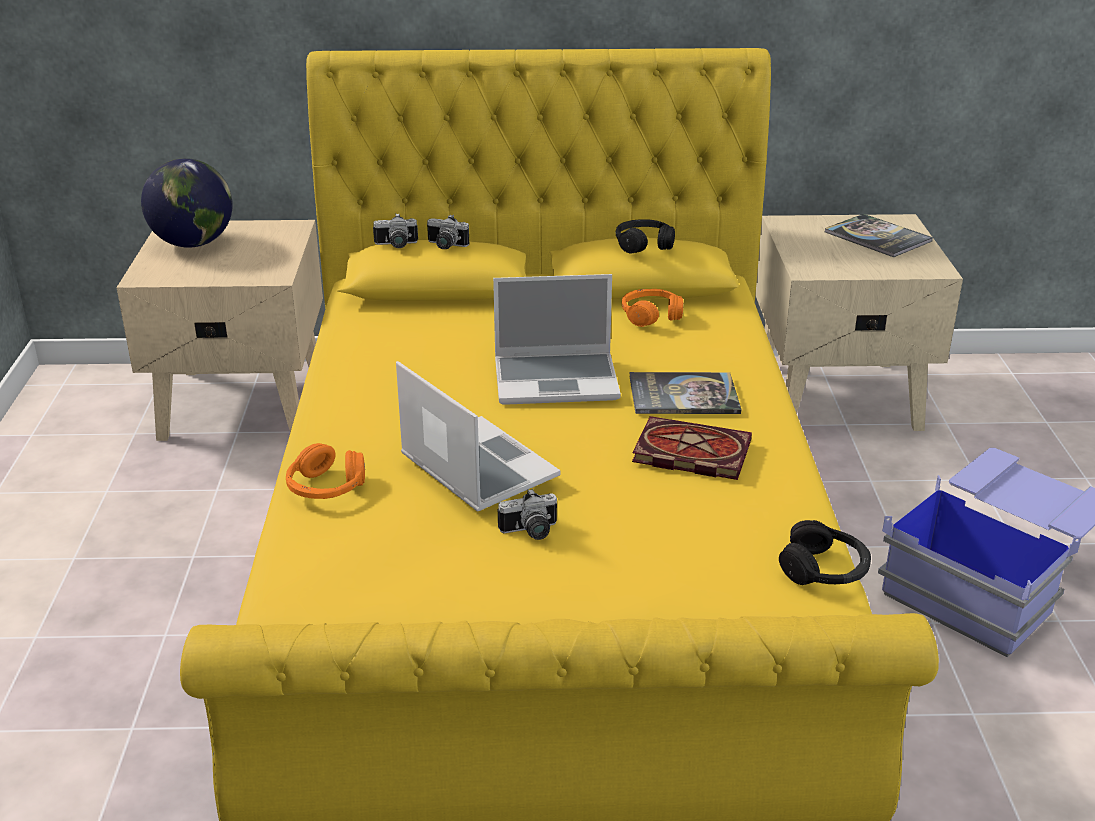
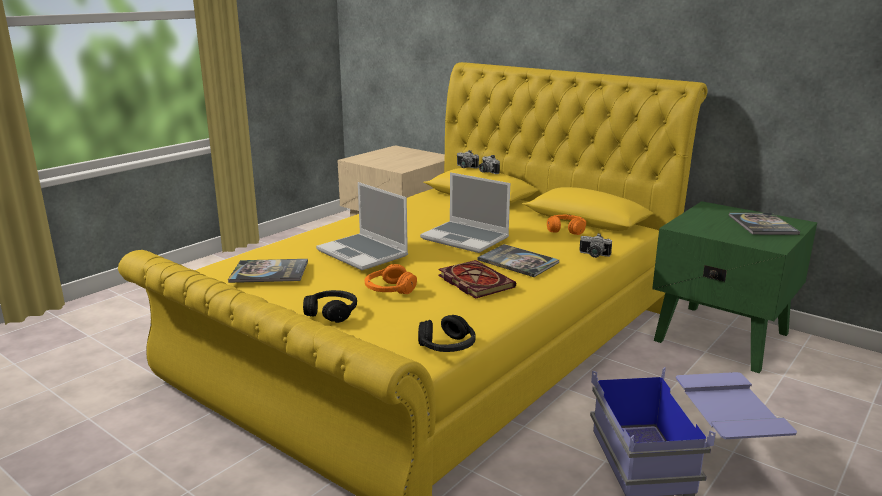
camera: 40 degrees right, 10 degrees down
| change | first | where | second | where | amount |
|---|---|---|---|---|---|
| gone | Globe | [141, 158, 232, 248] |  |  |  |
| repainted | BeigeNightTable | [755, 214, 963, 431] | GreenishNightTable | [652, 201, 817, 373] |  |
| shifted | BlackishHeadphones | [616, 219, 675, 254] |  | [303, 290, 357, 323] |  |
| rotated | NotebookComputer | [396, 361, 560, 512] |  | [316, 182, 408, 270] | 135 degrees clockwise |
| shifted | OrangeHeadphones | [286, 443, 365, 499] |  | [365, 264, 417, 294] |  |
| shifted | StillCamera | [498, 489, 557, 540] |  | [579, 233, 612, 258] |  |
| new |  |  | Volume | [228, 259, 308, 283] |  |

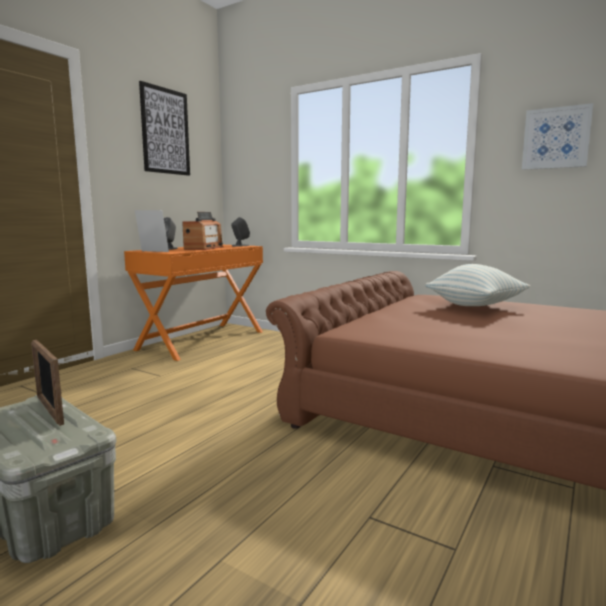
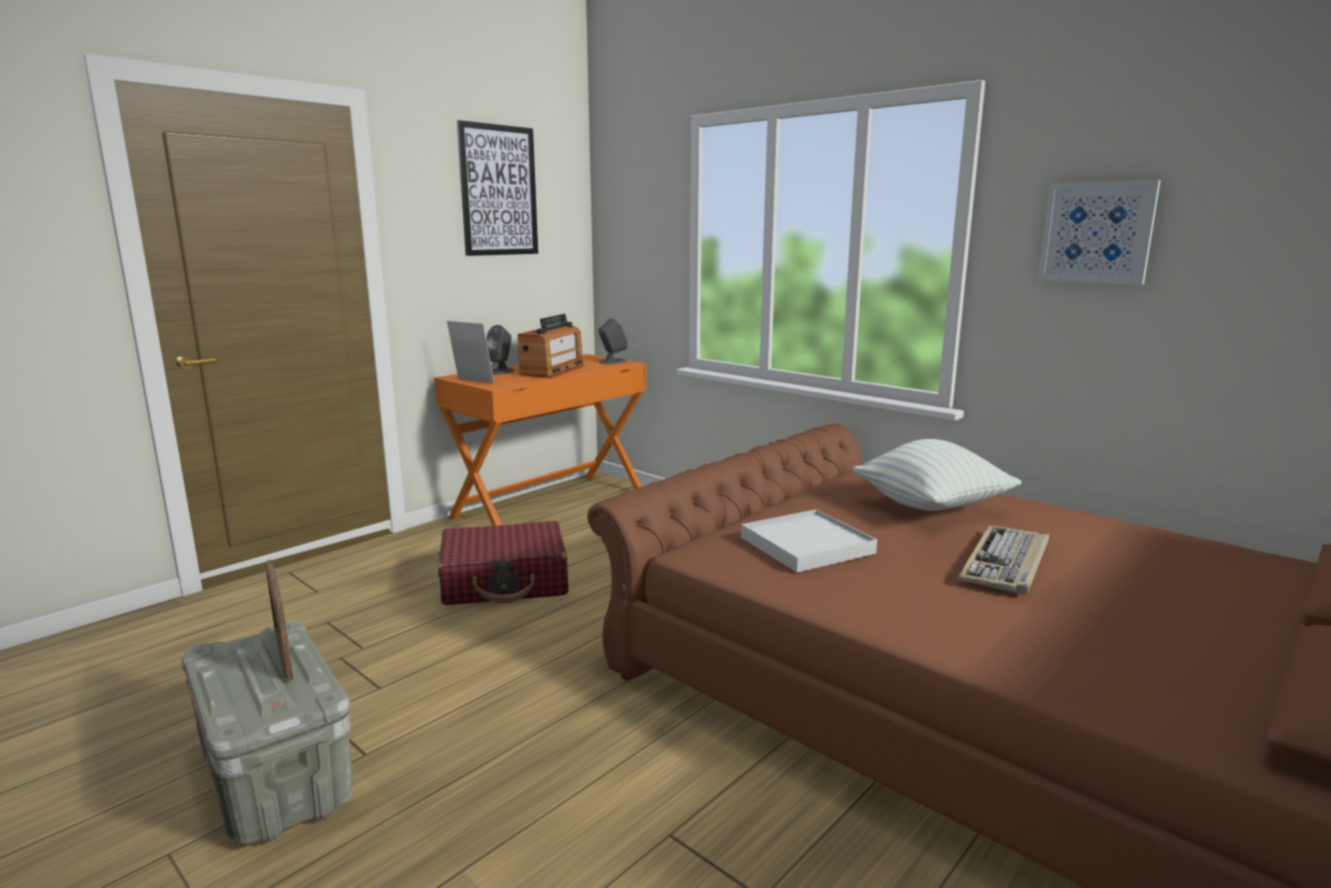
camera: 10 degrees right, 5 degrees up
| change | first | where | second | where | amount |
|---|---|---|---|---|---|
| new |  |  | WhitishCarryingTray | [741, 509, 877, 573] |  |
| new |  |  | ReddishPieceOfLuggage | [438, 521, 568, 605] |  |
| new |  |  | Keyboard | [958, 525, 1049, 595] |  |

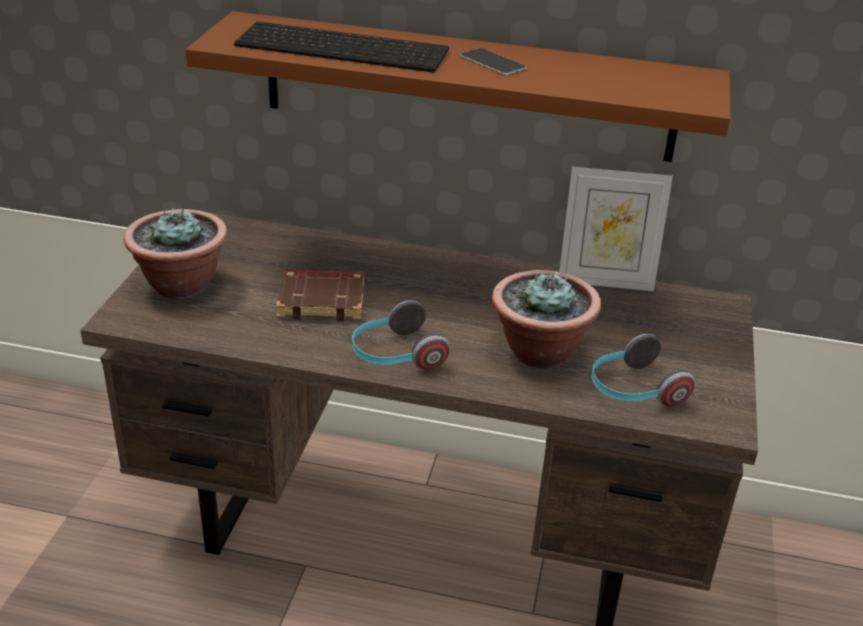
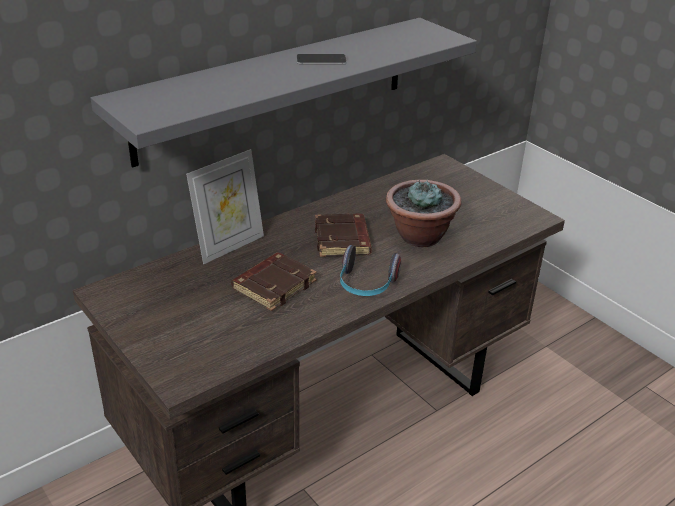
camera: 50 degrees left, 0 degrees up
| change | first | where | second | where | amount |
|---|---|---|---|---|---|
| repainted | BrownShelf | [186, 11, 731, 162] | GreyShelf | [91, 18, 477, 168] |  |
| gone | Keyboard | [234, 22, 449, 72] |  |  |  |
| shifted | PictureFrame | [559, 167, 673, 291] |  | [186, 149, 264, 264] |  |
| gone | Houseplant | [124, 208, 227, 299] |  |  |  |
| gone | Headphones | [592, 334, 695, 407] |  |  |  |
| new |  |  | BrownVolume | [315, 214, 372, 257] |  |

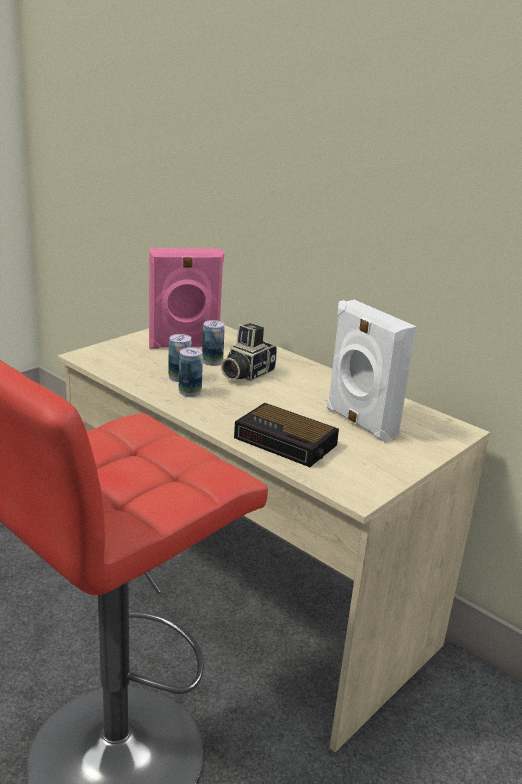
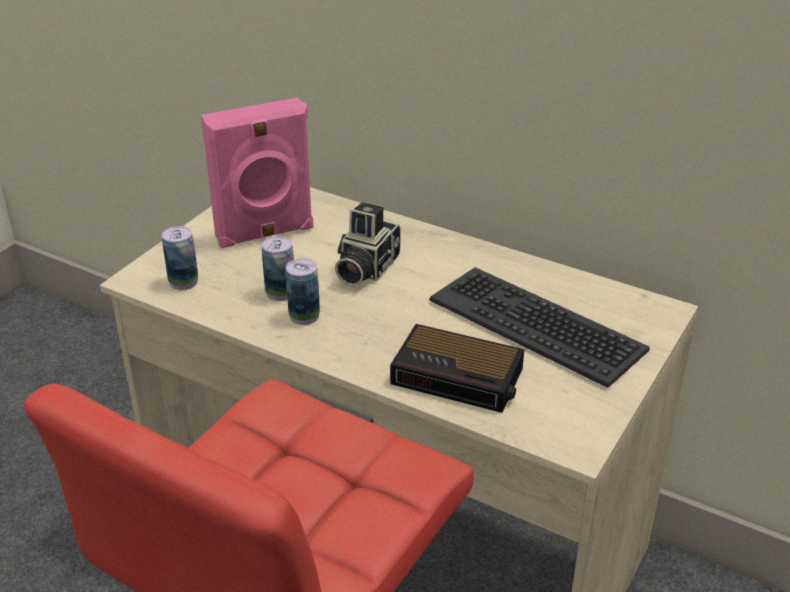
camera: 10 degrees left, 10 degrees up
| change | first | where | second | where | amount |
|---|---|---|---|---|---|
| swapped | WhitishSpeaker | [327, 300, 416, 443] | Keyboard | [429, 267, 650, 388] |  |
| shifted | Can | [202, 320, 225, 366] |  | [162, 226, 198, 290] |  |

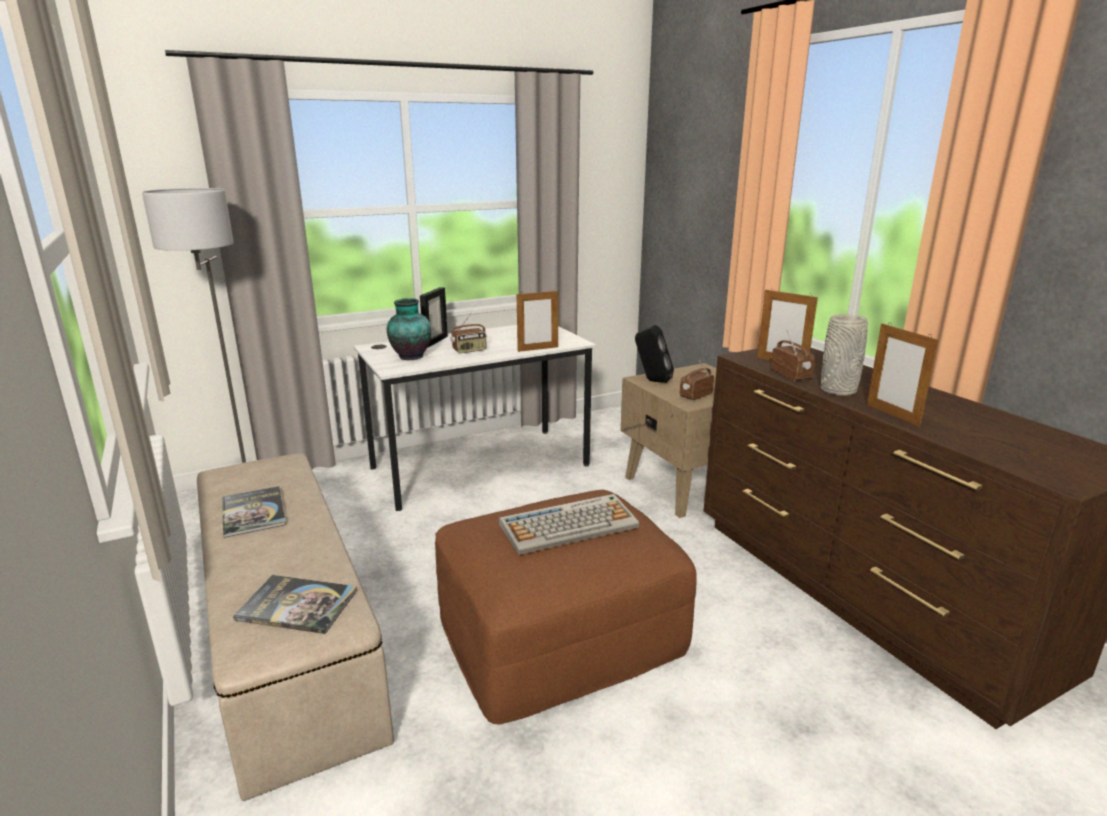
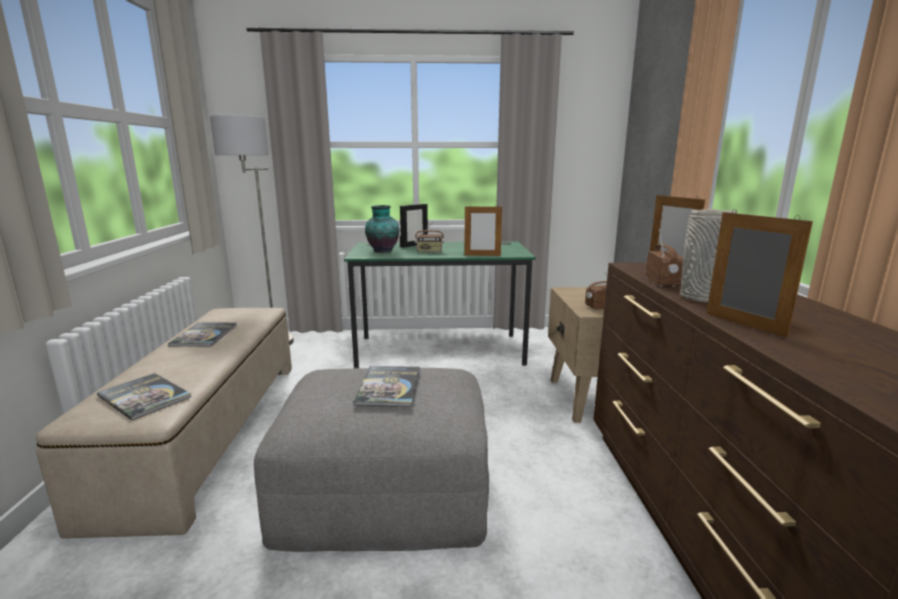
camera: 25 degrees right, 5 degrees down
| change | first | where | second | where | amount |
|---|---|---|---|---|---|
| rotated | PictureFrame | [867, 323, 939, 427] |  | [706, 210, 813, 338] | 150 degrees clockwise |
| repainted | WhitishDeskTable | [354, 325, 596, 511] | GreenishDeskTable | [344, 241, 536, 368] |  |
| gone | BlackishSpeaker | [635, 325, 674, 383] |  |  |  |
| repainted | BrownFootrest | [435, 490, 697, 725] | GreyFootrest | [254, 368, 489, 552] |  |
| swapped | Keyboard | [499, 494, 639, 555] | Volume | [353, 366, 420, 407] |  |

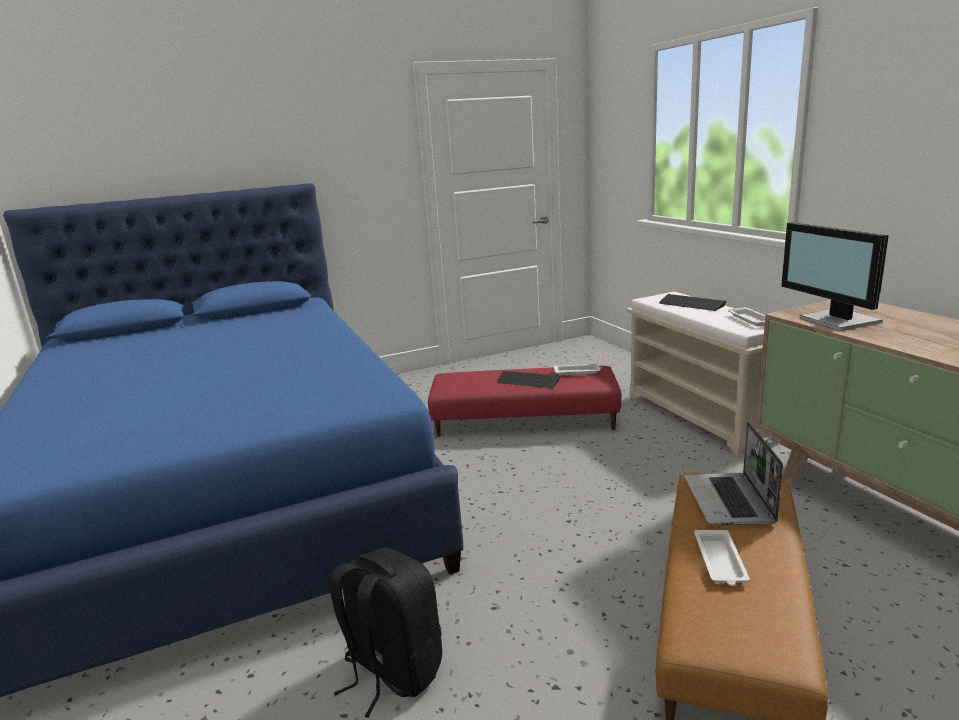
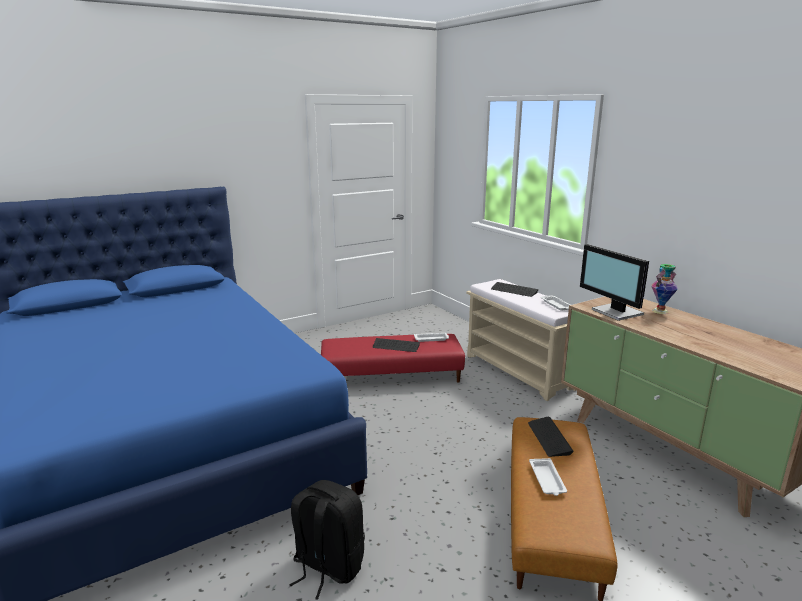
camera: 10 degrees left, 0 degrees up
| change | first | where | second | where | amount |
|---|---|---|---|---|---|
| swapped | NotebookComputer | [684, 422, 783, 525] | Keyboard | [528, 417, 574, 457] |  |
| new |  |  | FlowerVase | [652, 264, 678, 314] |  |

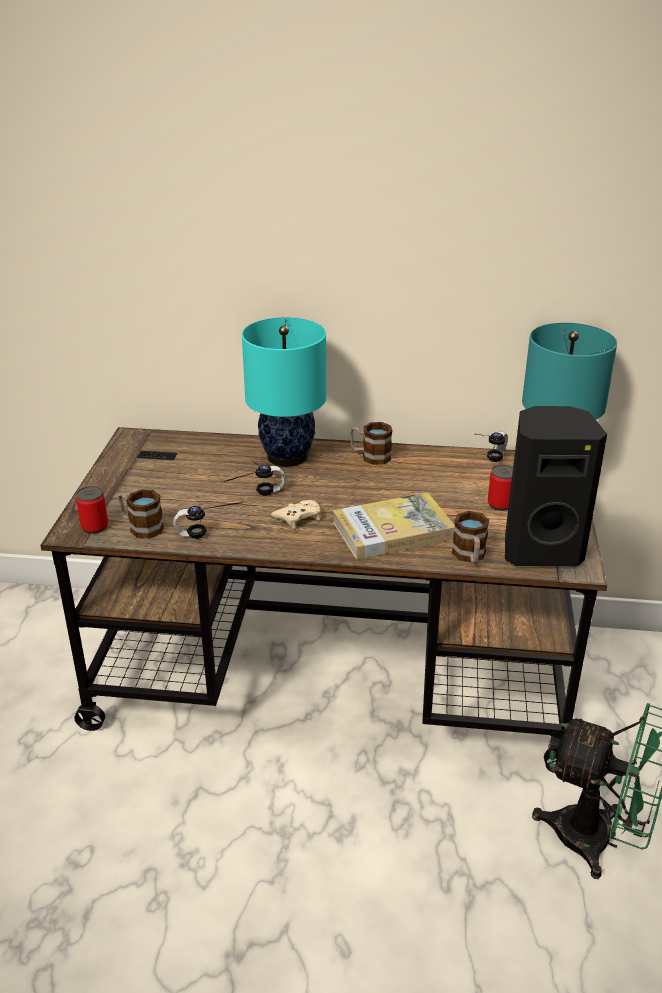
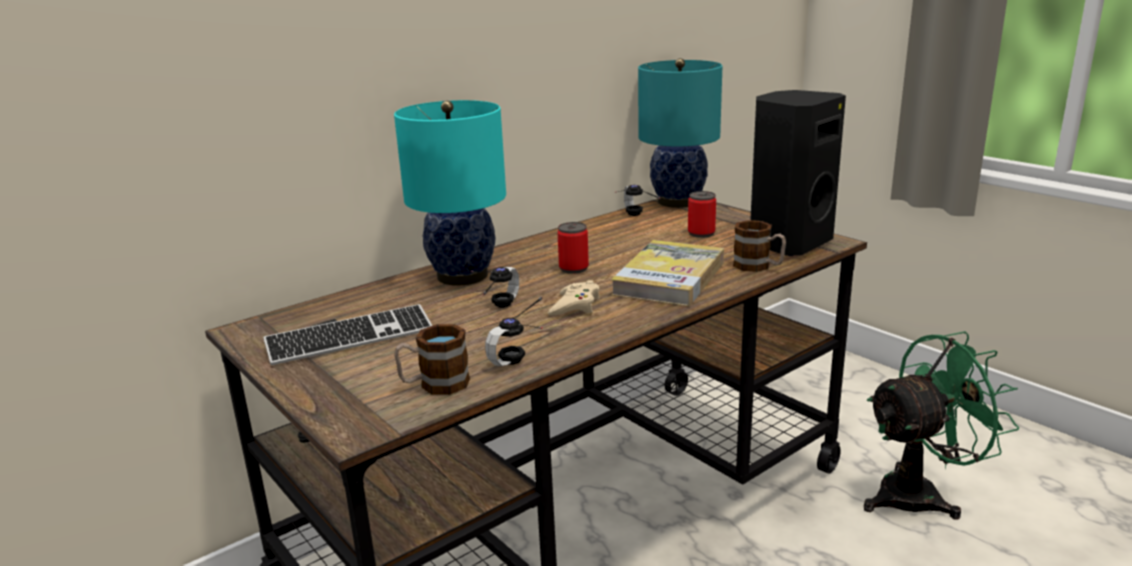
camera: 45 degrees left, 10 degrees down
| change | first | where | second | where | amount |
|---|---|---|---|---|---|
| gone | CoffeeMug | [350, 422, 392, 465] |  |  |  |
| shifted | Can | [76, 486, 108, 534] |  | [557, 222, 589, 274] |  |
| new |  |  | Keyboard | [263, 304, 432, 365] |  |

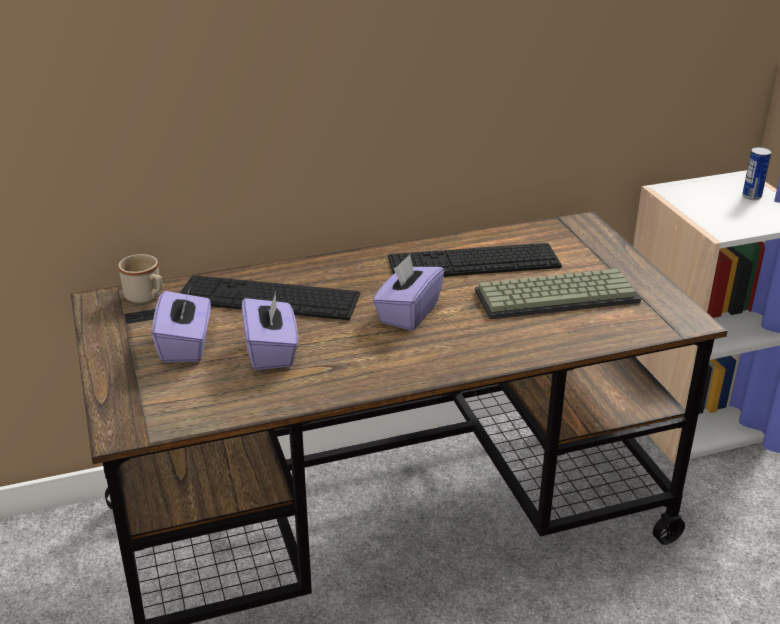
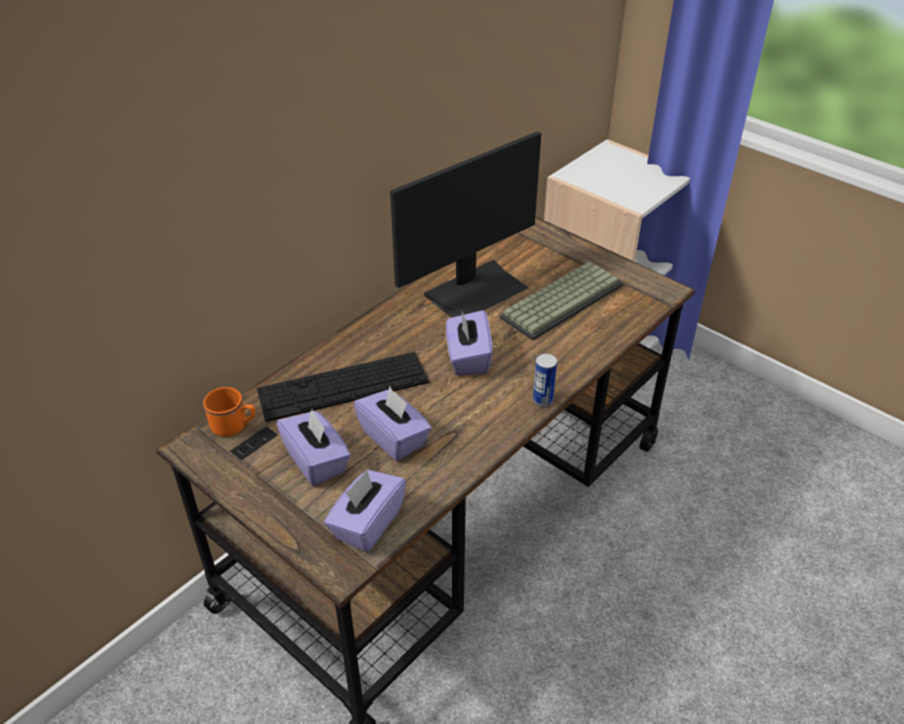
camera: 30 degrees left, 10 degrees up
| change | first | where | second | where | amount |
|---|---|---|---|---|---|
| shifted | Can | [742, 147, 771, 200] |  | [533, 353, 557, 407] |  |
| swapped | Keyboard | [388, 243, 562, 277] | ComputerScreen | [390, 131, 541, 318] |  |
| repainted | BeigeCoffeeMug | [118, 254, 162, 303] | OrangeCoffeeMug | [203, 387, 255, 437] |  |
| new |  |  | PurpleColouredTissueBox | [324, 470, 406, 552] |  |

